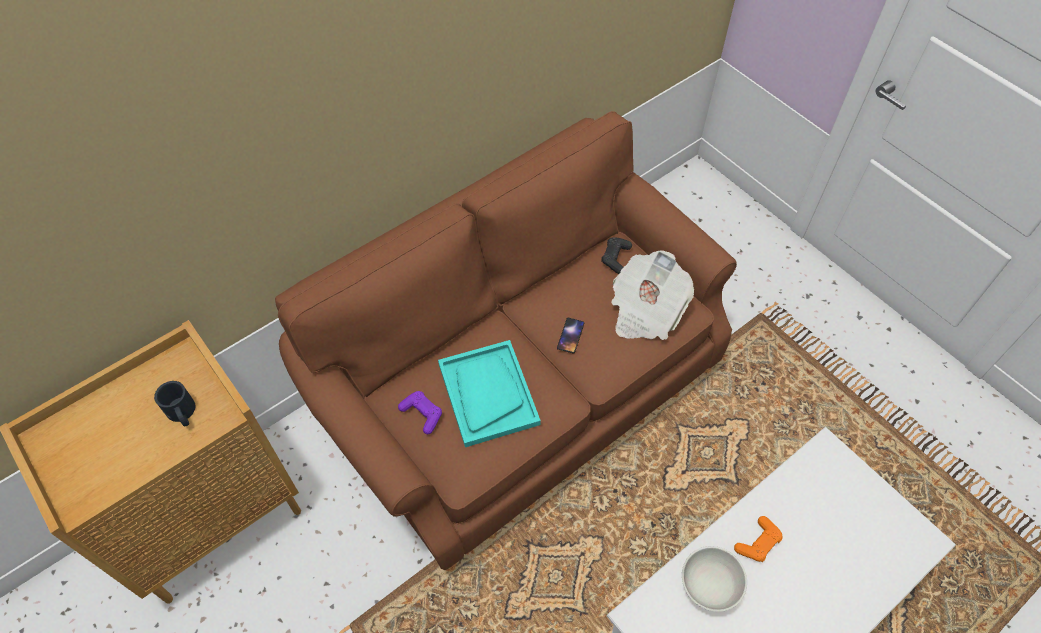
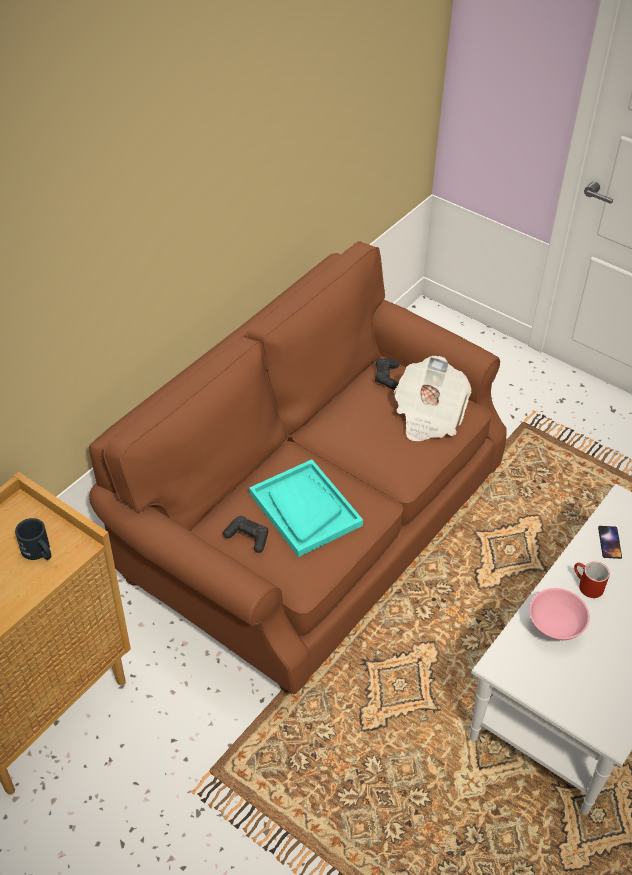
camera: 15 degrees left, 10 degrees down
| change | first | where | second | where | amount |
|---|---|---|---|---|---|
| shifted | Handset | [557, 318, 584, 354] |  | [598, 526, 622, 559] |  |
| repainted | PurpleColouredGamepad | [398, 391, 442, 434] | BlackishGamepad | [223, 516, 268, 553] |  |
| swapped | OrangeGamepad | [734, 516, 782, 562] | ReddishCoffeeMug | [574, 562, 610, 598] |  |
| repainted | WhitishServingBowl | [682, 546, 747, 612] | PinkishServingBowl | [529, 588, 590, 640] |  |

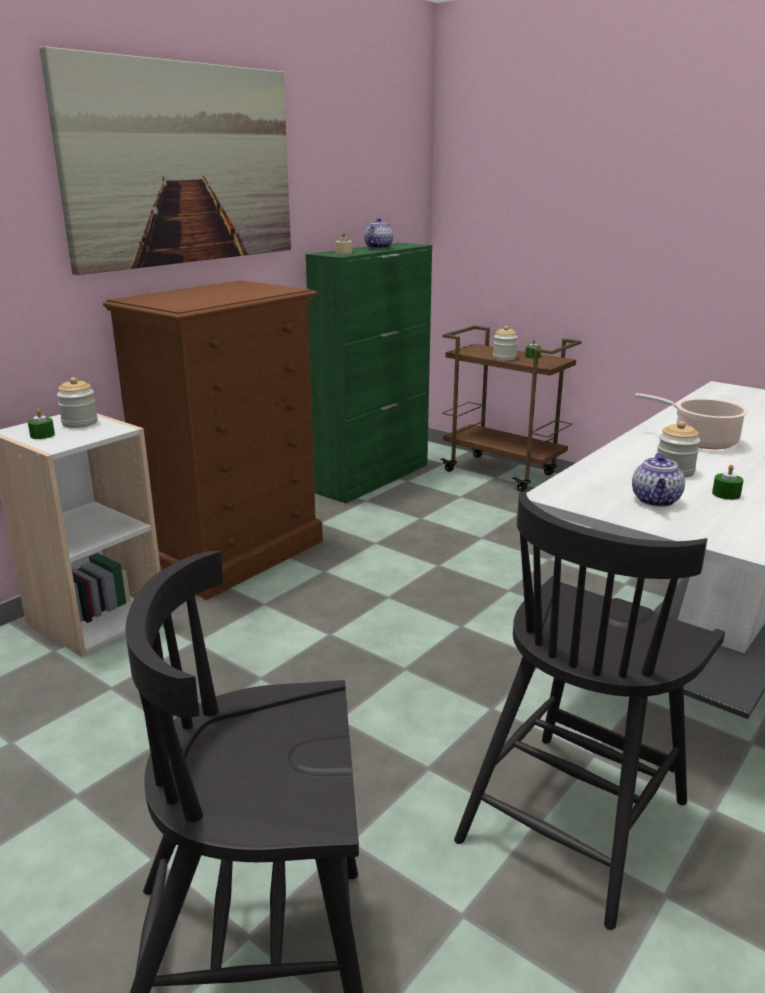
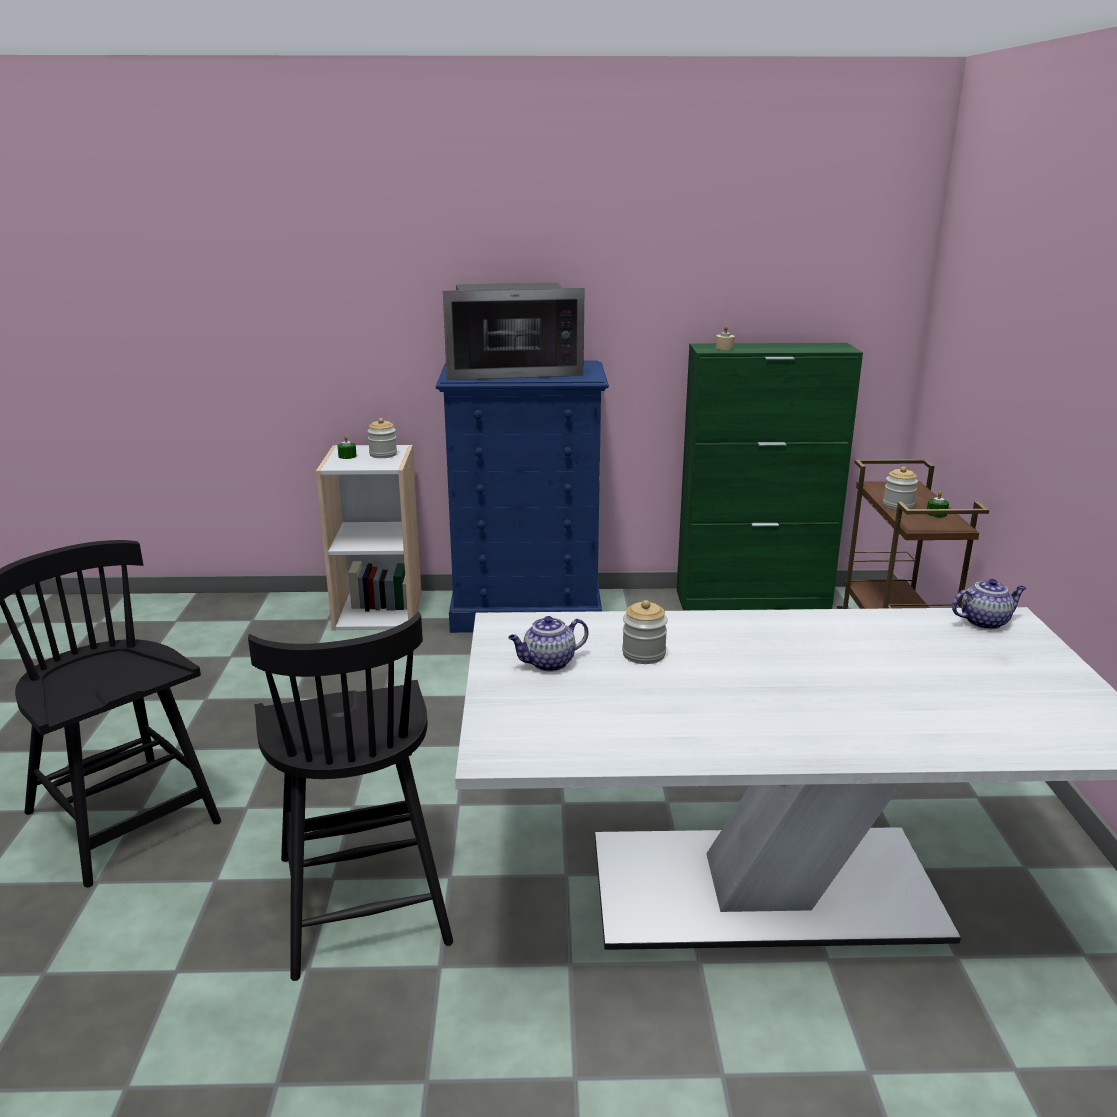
camera: 50 degrees right, 0 degrees up
| change | first | where | second | where | amount |
|---|---|---|---|---|---|
| gone | Picture | [39, 46, 291, 275] |  |  |  |
| shifted | Teapot | [364, 218, 393, 249] |  | [952, 579, 1026, 629] |  |
| repainted | BrownChestOfDrawers | [103, 280, 323, 600] | BlueChestOfDrawers | [436, 360, 609, 633] |  |
| gone | CookingPot | [635, 393, 749, 449] |  |  |  |
| gone | GreenishWaxCandle | [712, 465, 744, 500] |  |  |  |
| rotated | BlackishUprightChair | [454, 491, 725, 930] |  | [248, 612, 453, 981] | 105 degrees counterclockwise |
| new |  |  | Microwave | [443, 283, 584, 380] |  |

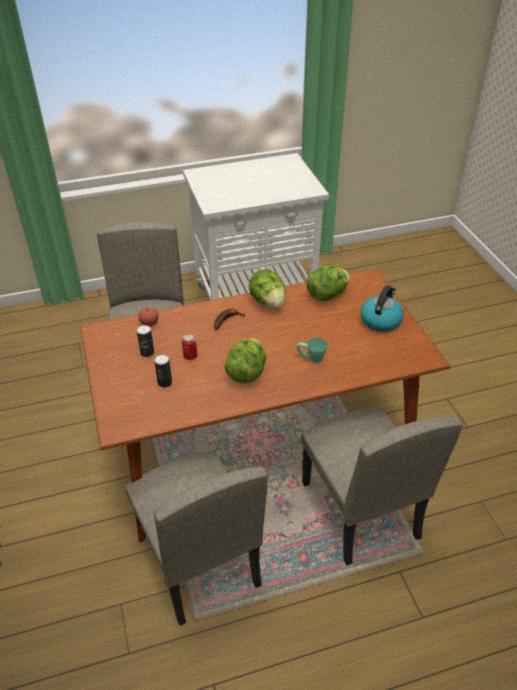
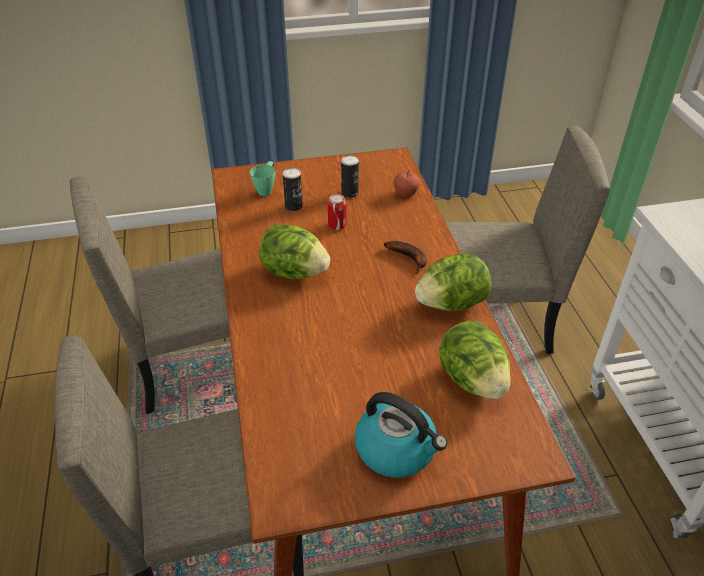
camera: 95 degrees right, 0 degrees up
| change | first | where | second | where | amount |
|---|---|---|---|---|---|
| shifted | GreenishCoffeeMug | [297, 338, 328, 363] |  | [250, 161, 275, 196] |  |

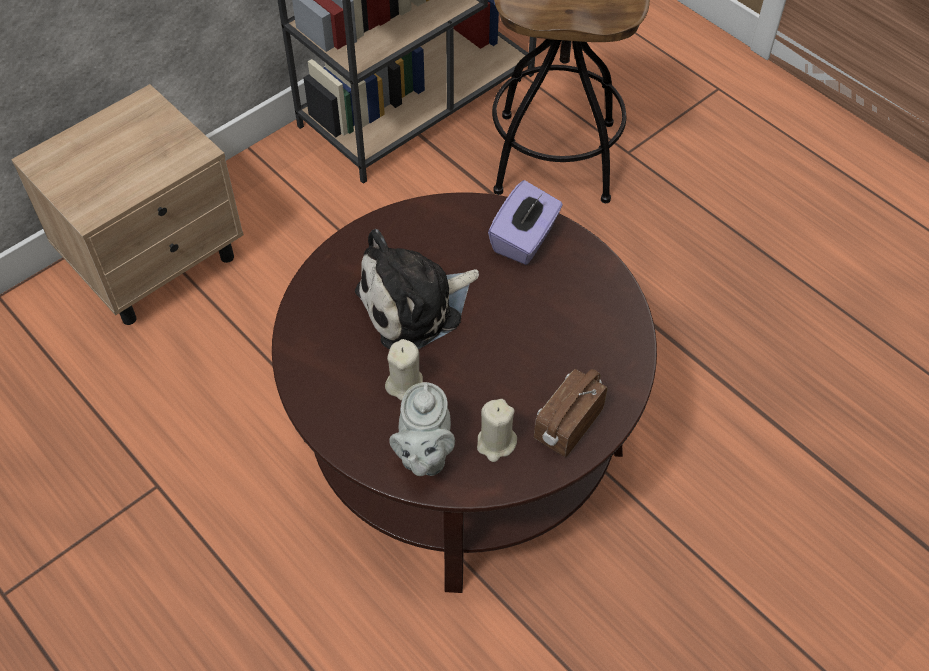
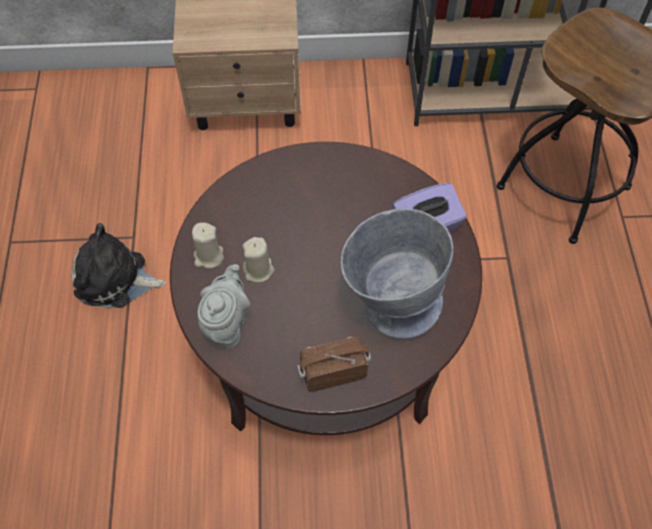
camera: 40 degrees right, 5 degrees up
| change | first | where | second | where | amount |
|---|---|---|---|---|---|
| shifted | CuddlyToy | [355, 229, 479, 349] |  | [71, 223, 166, 308] |  |
| rotated | GreyTeapot | [389, 382, 455, 476] |  | [197, 264, 251, 349] | 150 degrees clockwise |
| shifted | BeigeWaxCandle | [477, 399, 517, 462] |  | [192, 222, 224, 269] |  |
| new |  |  | GreyServingBowl | [341, 209, 453, 339] |  |

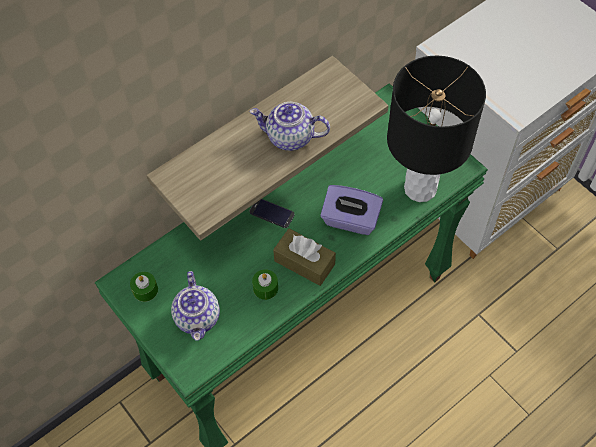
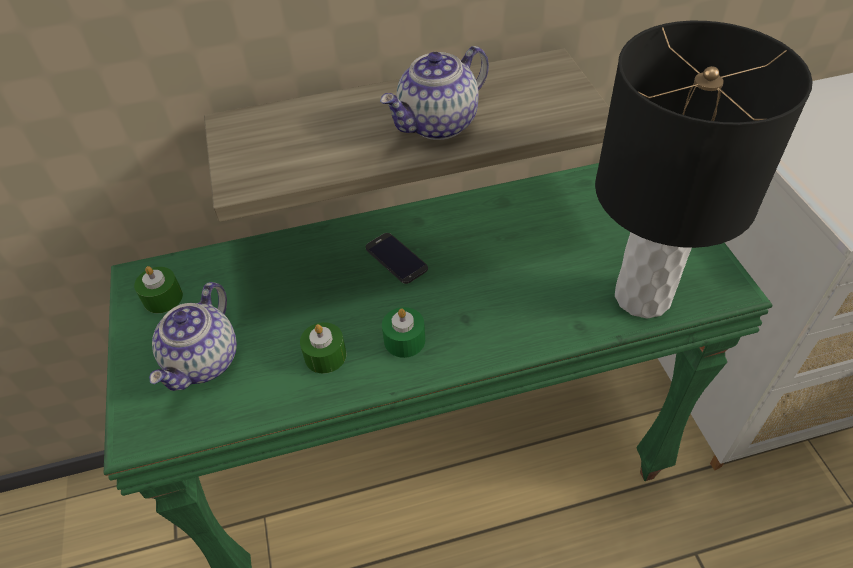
camera: 25 degrees right, 10 degrees down
| change | first | where | second | where | amount |
|---|---|---|---|---|---|
| rotated | Teapot | [250, 102, 330, 151] |  | [380, 46, 489, 140] | 75 degrees counterclockwise |
| gone | PurpleColouredTissueBox | [320, 185, 383, 235] |  |  |  |
| swapped | BrownTissueBox | [273, 228, 336, 286] | GreenishWaxCandle | [382, 307, 425, 358] |  |

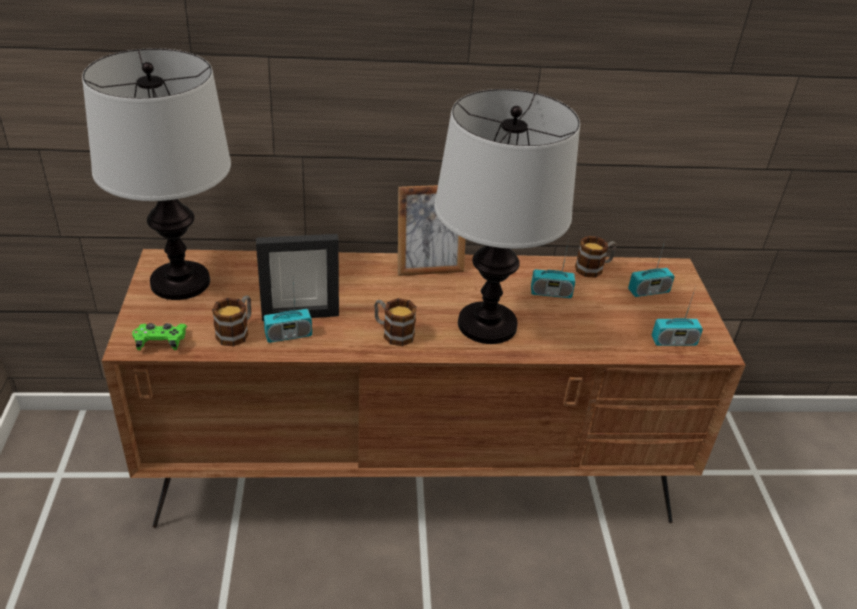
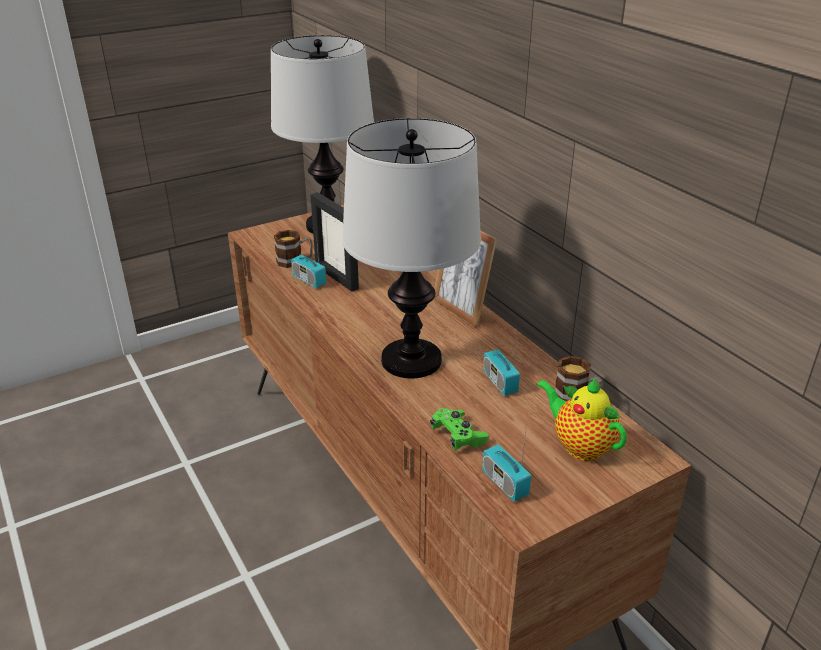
camera: 65 degrees right, 5 degrees down
| change | first | where | second | where | amount |
|---|---|---|---|---|---|
| swapped | RadioReceiver | [628, 241, 675, 297] | Teapot | [536, 378, 627, 461] |  |
| gone | CoffeeMug | [374, 298, 417, 346] |  |  |  |
| shifted | GreenishGamepad | [132, 323, 187, 350] |  | [430, 408, 489, 450] |  |

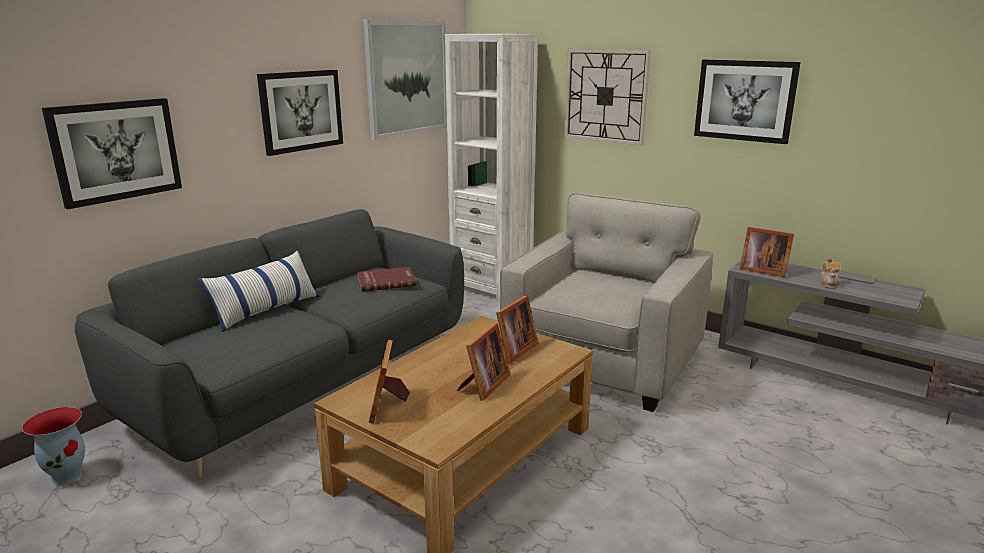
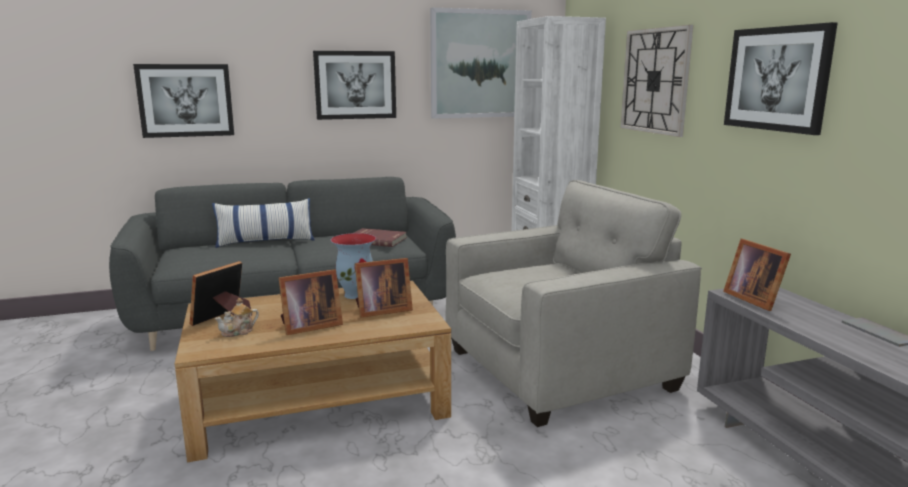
camera: 35 degrees right, 5 degrees down
| change | first | where | second | where | amount |
|---|---|---|---|---|---|
| shifted | Teapot | [820, 257, 840, 289] |  | [215, 298, 259, 337] |  |
| shifted | FlowerVase | [22, 407, 85, 485] |  | [331, 233, 376, 299] |  |

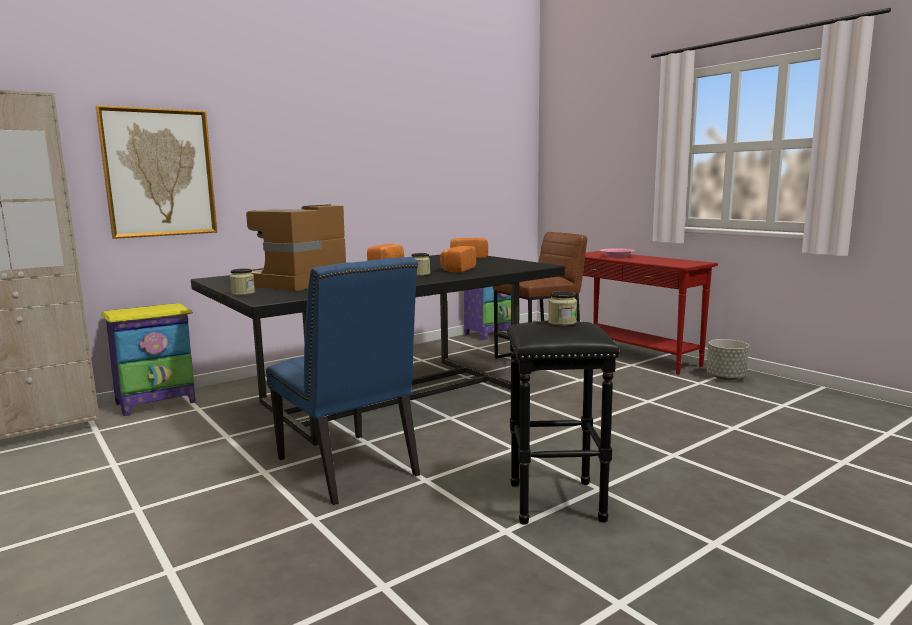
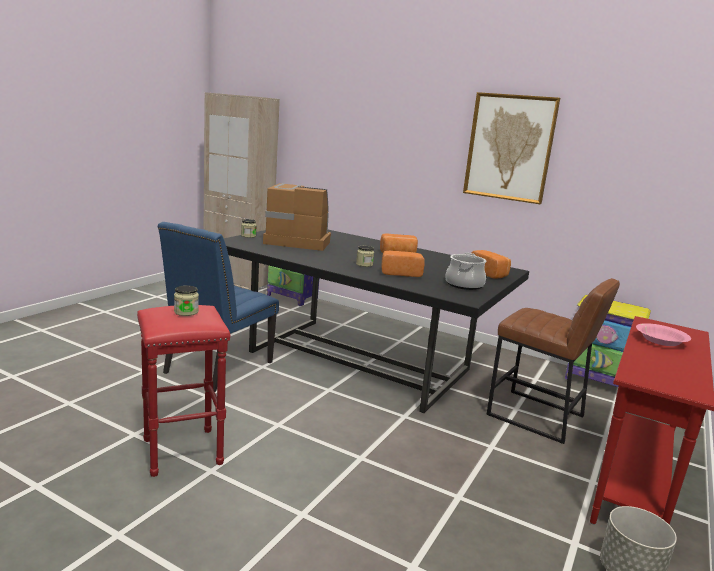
camera: 65 degrees right, 5 degrees up
| change | first | where | second | where | amount |
|---|---|---|---|---|---|
| shifted | Picture | [95, 105, 217, 239] |  | [463, 92, 560, 204] |  |
| repainted | BlackishStoolSeat | [507, 321, 619, 525] | ReddishStoolSeat | [137, 305, 231, 477] |  |
| new |  |  | CookingPot | [445, 253, 486, 290] |  |

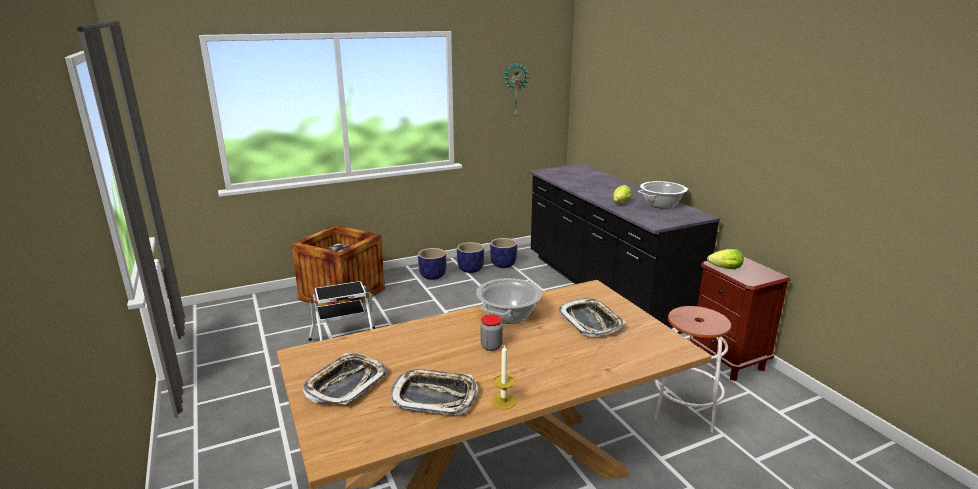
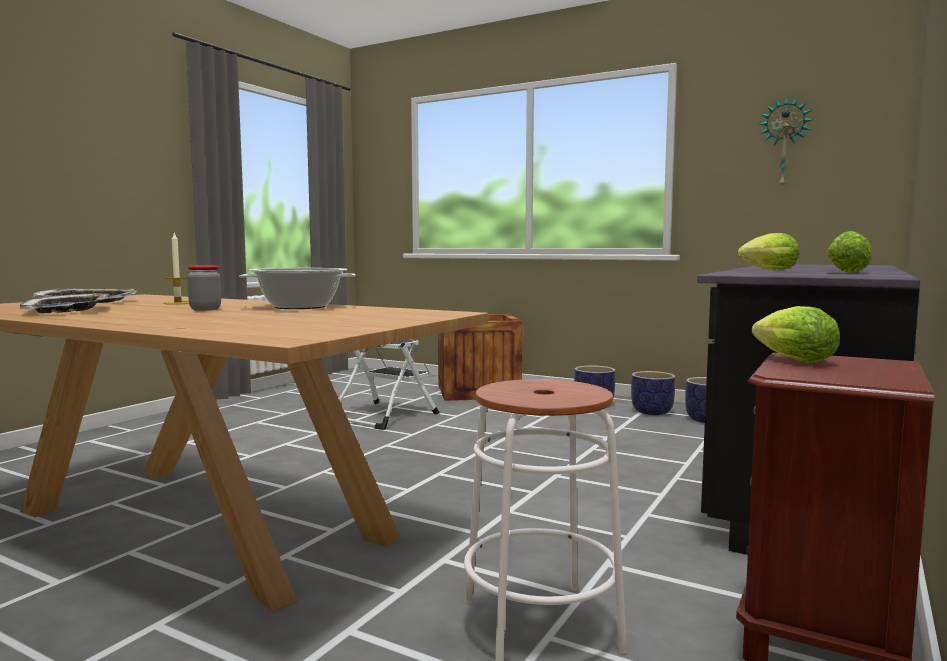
camera: 55 degrees right, 15 degrees down
| change | first | where | second | where | amount |
|---|---|---|---|---|---|
| swapped | CookingPot | [638, 181, 688, 209] | LettuceHead | [827, 231, 872, 273] |  |
| gone | CarryingTray | [557, 298, 626, 337] |  |  |  |
| shifted | WaxCandle | [491, 344, 516, 410] |  | [164, 233, 189, 305] |  |

